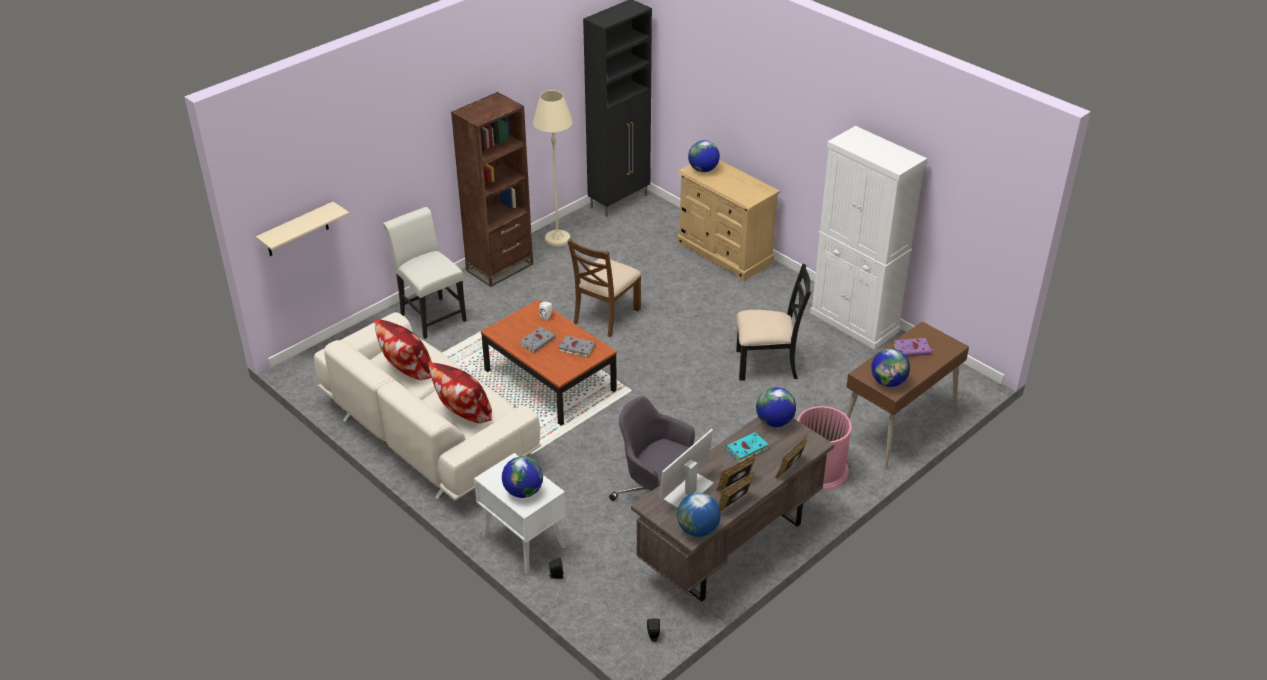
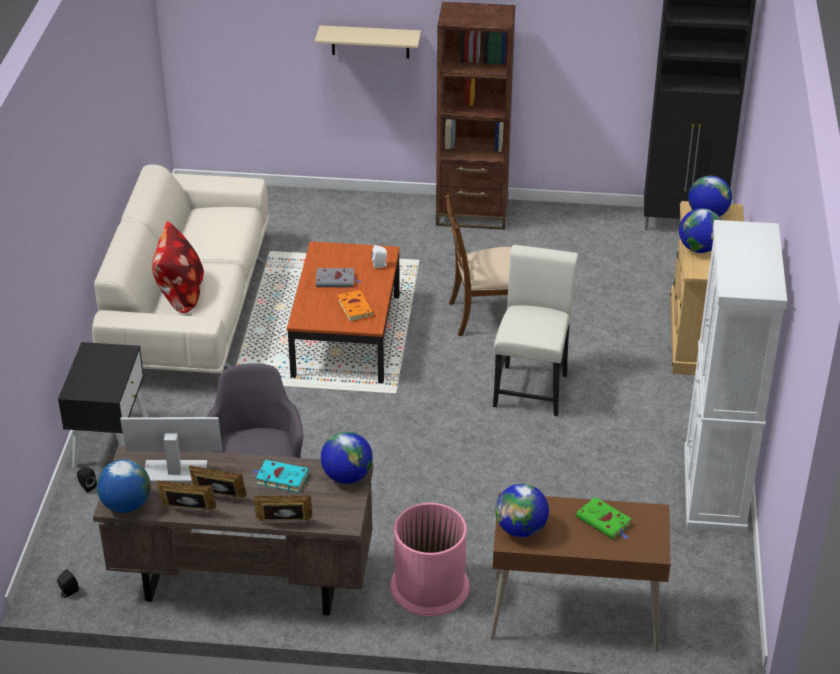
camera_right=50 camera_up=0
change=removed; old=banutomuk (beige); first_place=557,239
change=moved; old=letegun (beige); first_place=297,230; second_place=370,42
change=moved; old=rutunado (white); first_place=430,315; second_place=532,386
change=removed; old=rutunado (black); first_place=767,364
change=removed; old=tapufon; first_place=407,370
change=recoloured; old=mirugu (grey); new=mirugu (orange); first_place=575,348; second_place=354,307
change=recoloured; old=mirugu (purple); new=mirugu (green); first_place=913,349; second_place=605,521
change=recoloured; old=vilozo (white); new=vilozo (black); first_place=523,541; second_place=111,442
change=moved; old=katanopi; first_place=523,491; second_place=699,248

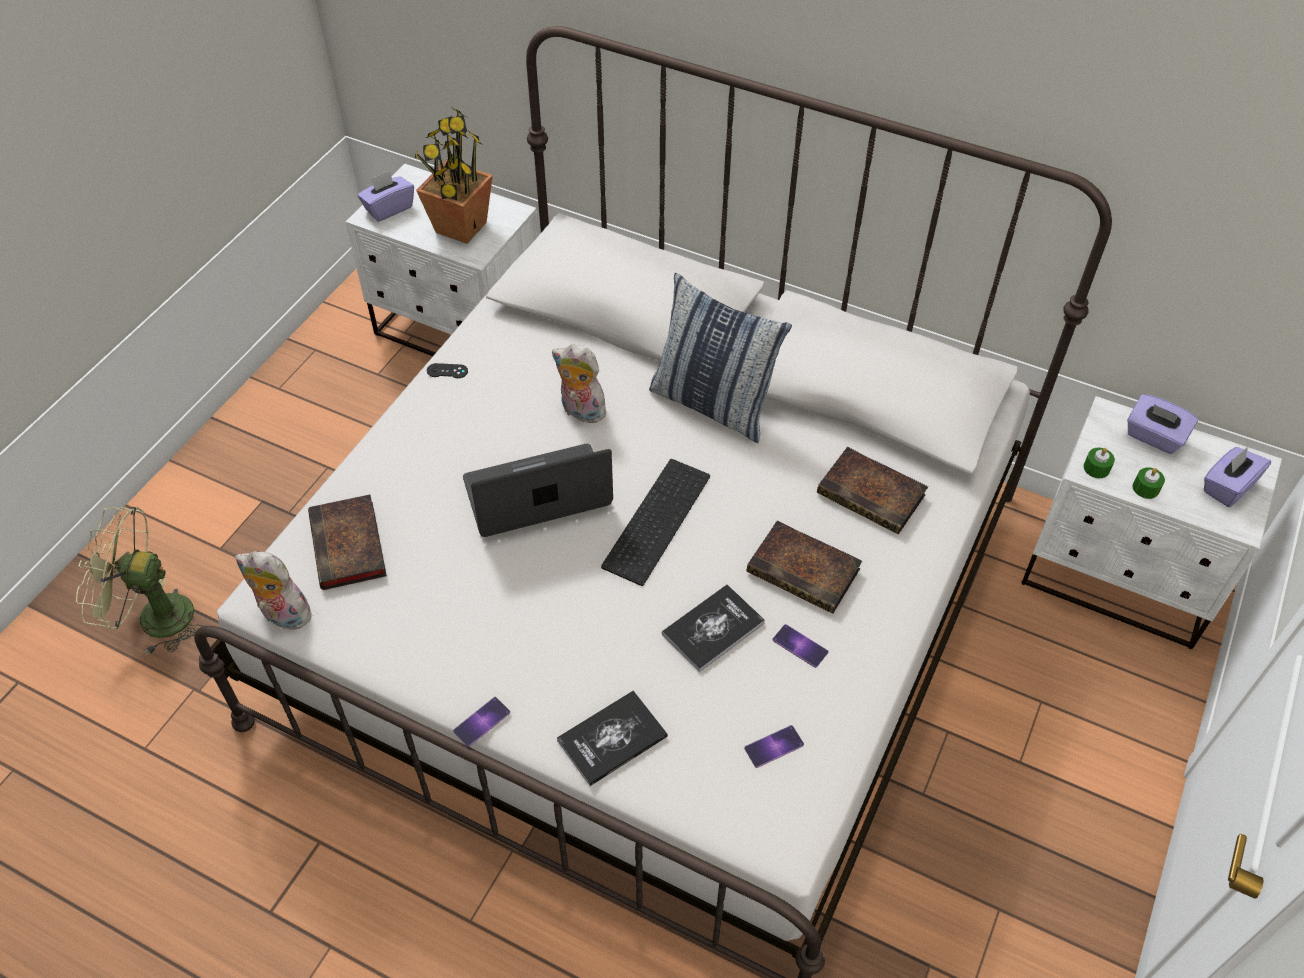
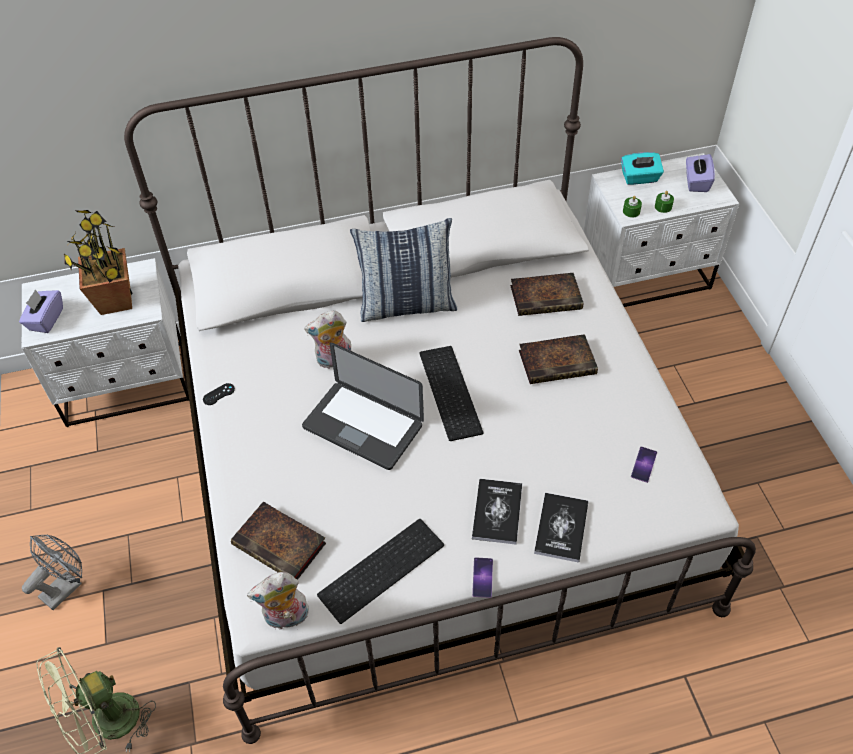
camera_right=-40 camera_up=0
change=recoloured; old=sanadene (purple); new=sanadene (turquoise); first_place=1153,437; second_place=639,178
change=turned; old=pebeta; first_place=537,493; second_place=363,426; degrees=-90
change=moved; old=mirugu; first_place=713,628; second_place=497,512
change=removed; old=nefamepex; first_place=800,646
change=added; new=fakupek; second_place=381,567
change=added; new=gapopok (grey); second_place=65,586

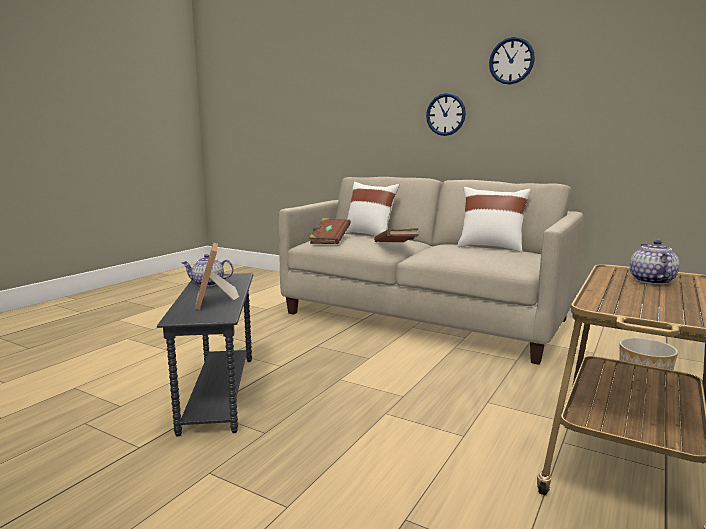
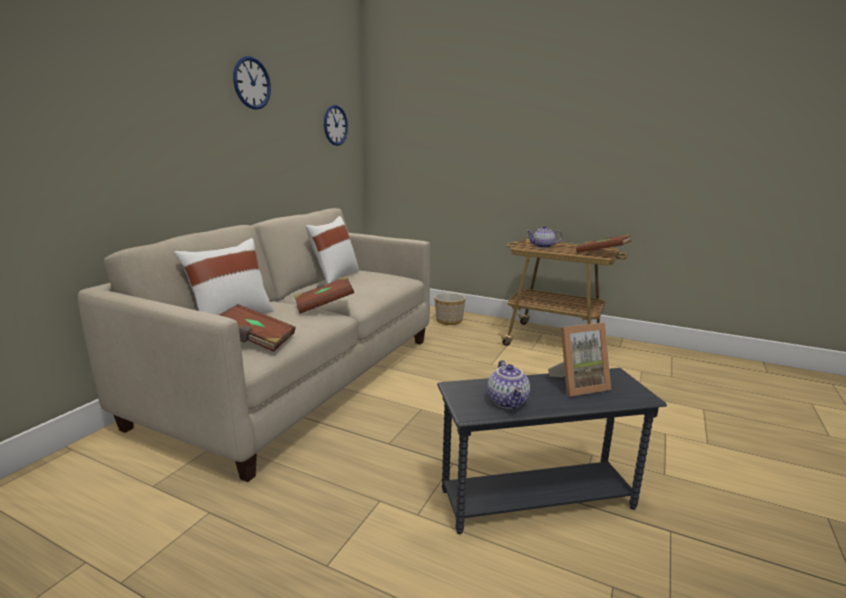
camera_right=-95 camera_up=5
change=moved; old=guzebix; first_place=445,114; second_place=335,125
change=added; new=mirugu (brown); second_place=602,253

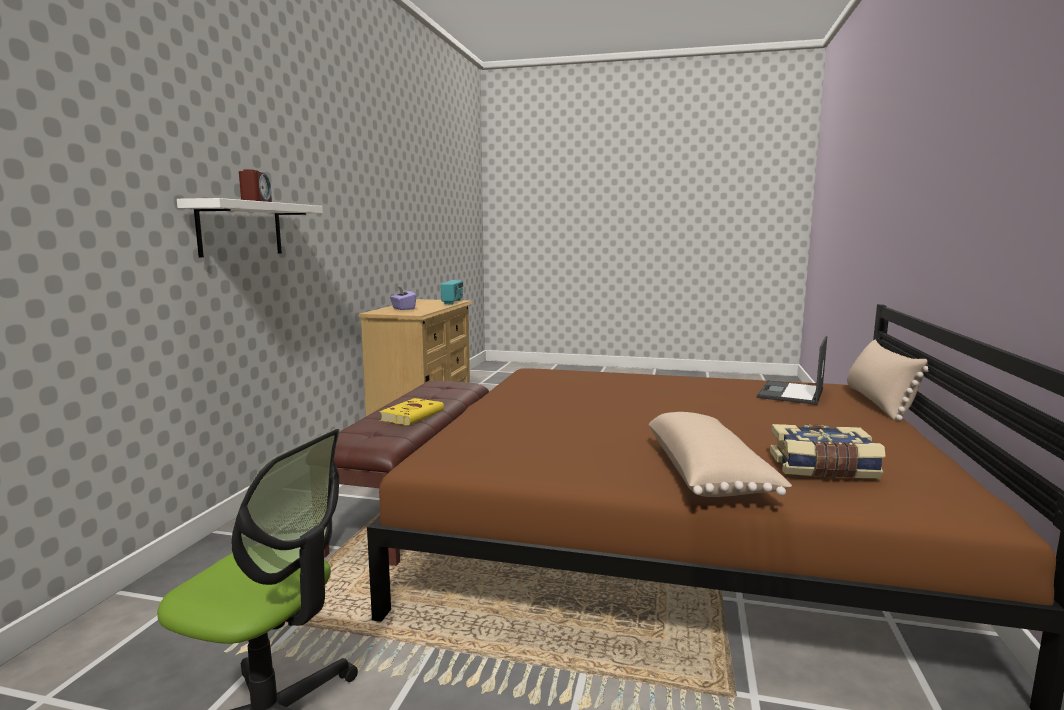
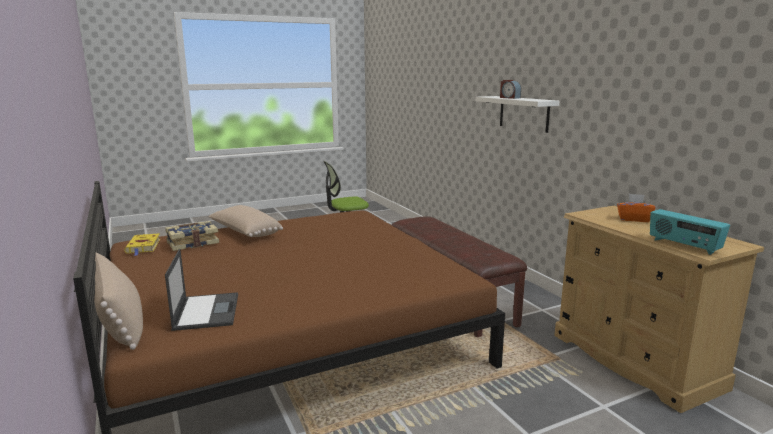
camera_right=140 camera_up=5
change=recoloured; old=sanadene (purple); new=sanadene (orange); first_place=403,308; second_place=633,219
change=moved; old=mirugu (yellow); first_place=413,415; second_place=143,246

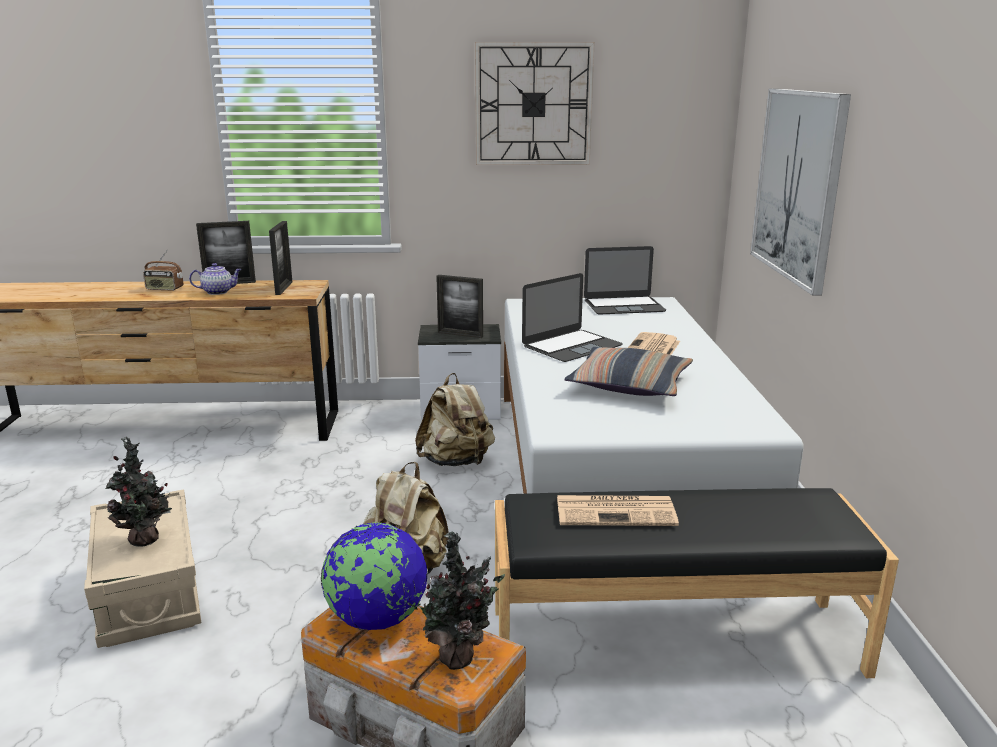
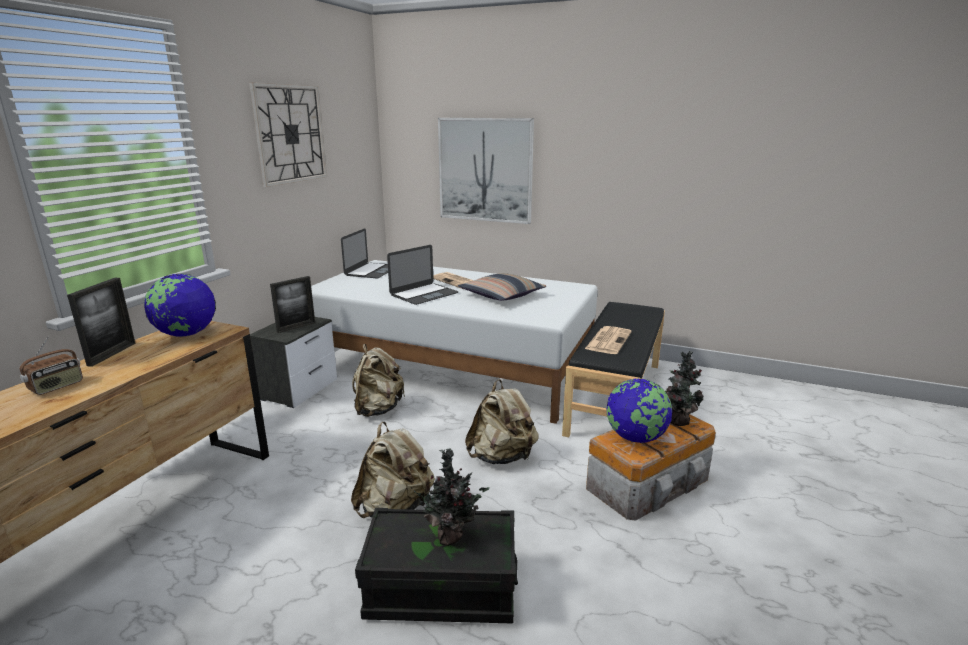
camera_right=-65 camera_up=0
change=replaced; old=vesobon; new=katanopi; first_place=284,288; second_place=186,334
change=removed; old=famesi; first_place=218,292
change=turned; old=pebeta; first_place=572,346; second_place=424,294; degrees=60
change=recoloured; old=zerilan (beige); new=zerilan (black); first_place=149,592; second_place=441,589
change=added; new=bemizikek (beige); second_place=395,508

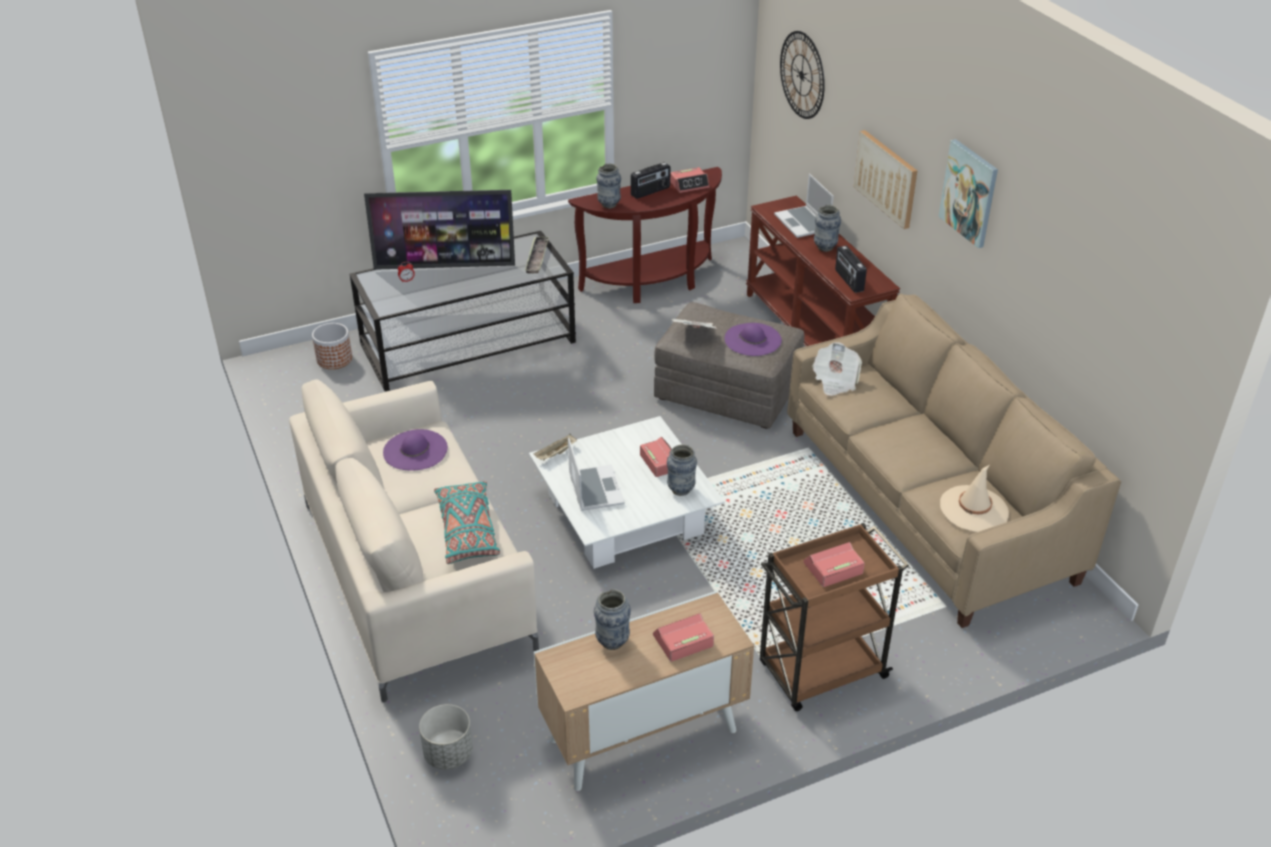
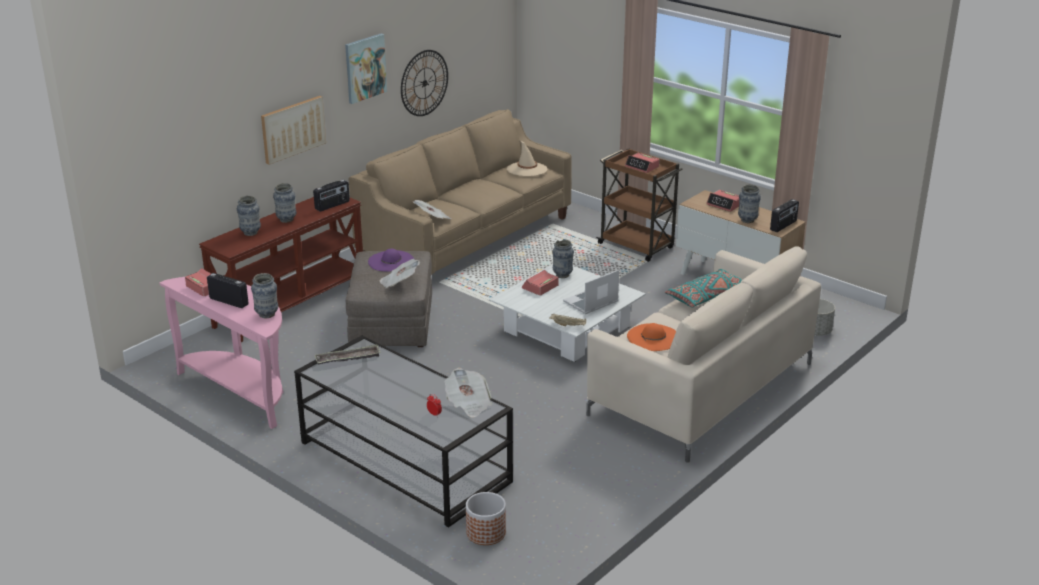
camera_right=-115 camera_up=-10
change=moved; old=guzebix; first_place=802,75; second_place=424,83
change=recoloured; old=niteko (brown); new=niteko (pink); first_place=653,283; second_place=241,391
change=replaced; old=pebeta; new=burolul; first_place=803,223; second_place=250,233
change=removed; old=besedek; first_place=445,266
change=recoloured; old=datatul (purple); new=datatul (orange); first_place=415,450; second_place=653,337
change=added; new=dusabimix; second_place=783,225
change=added; new=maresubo; second_place=468,404

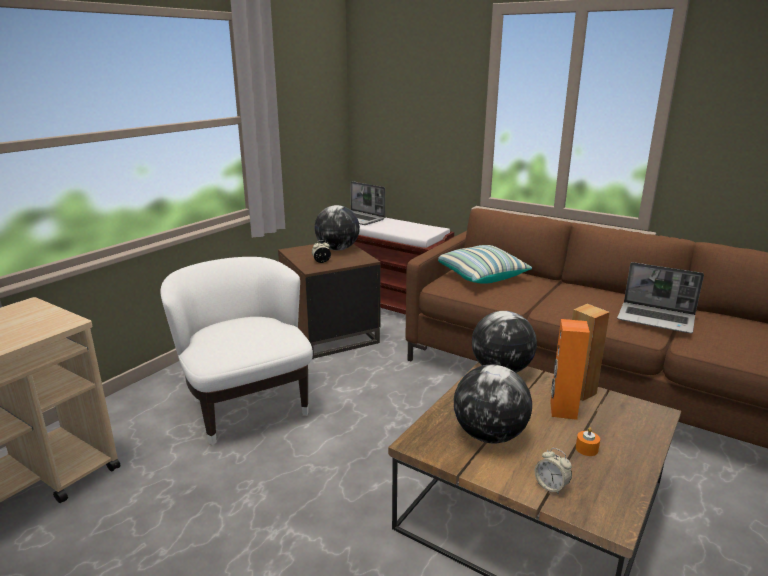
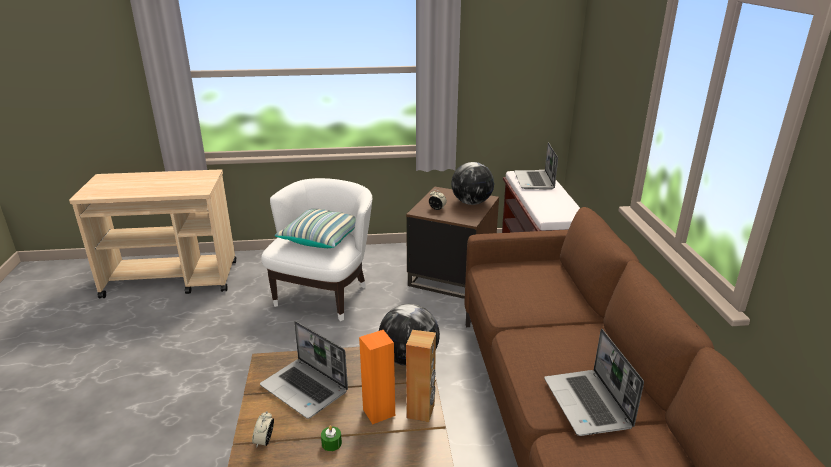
camera_right=50 camera_up=5
change=moved; old=tapufon; first_place=480,276; second_place=321,238
change=replaced; old=katanopi; new=pebeta; first_place=489,435; second_place=305,389
change=recoloured; old=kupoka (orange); new=kupoka (green); first_place=586,449; second_place=331,443

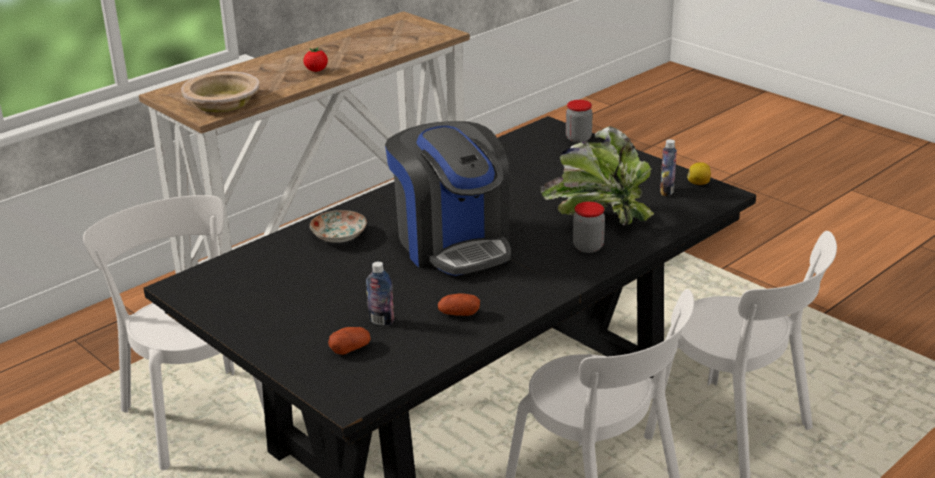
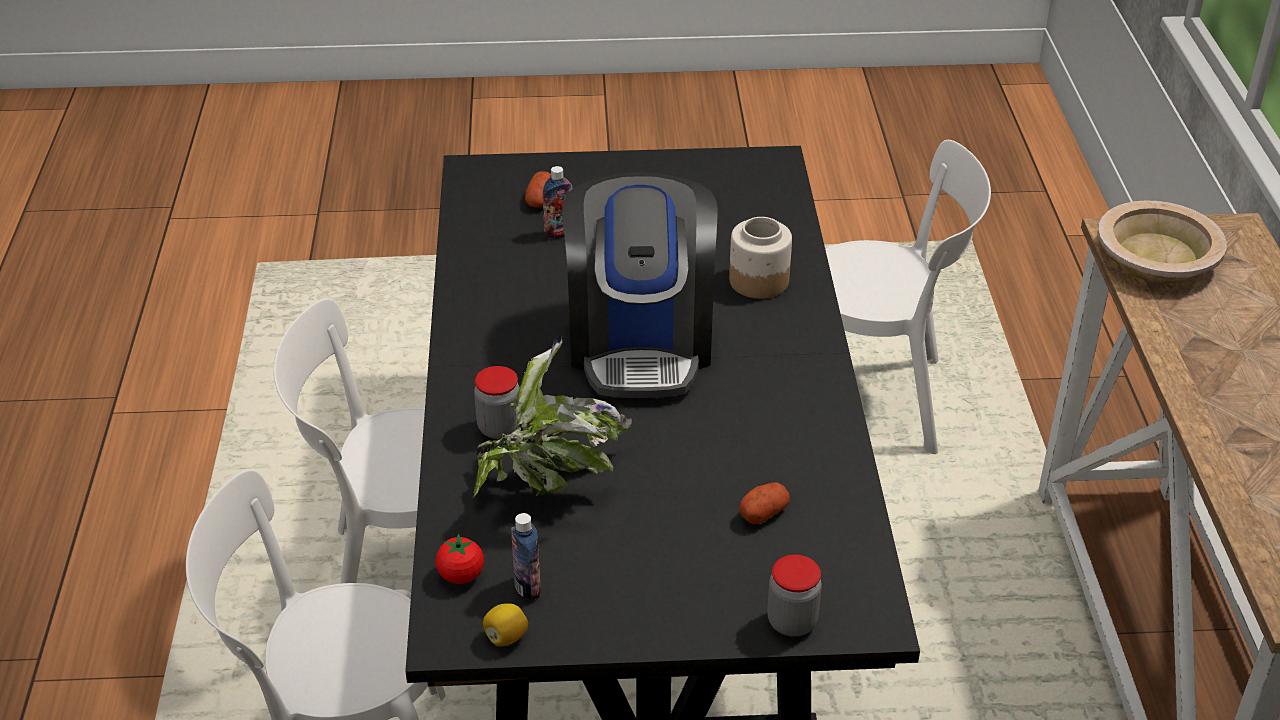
camera_right=130 camera_up=10
change=moved; old=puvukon; first_place=316,70; second_place=461,575
change=turned; old=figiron; first_place=453,243; second_place=640,342; degrees=-105
change=replaced; old=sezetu; new=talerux; first_place=340,236; second_place=758,281
change=moved; old=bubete; first_place=459,314; second_place=763,513

